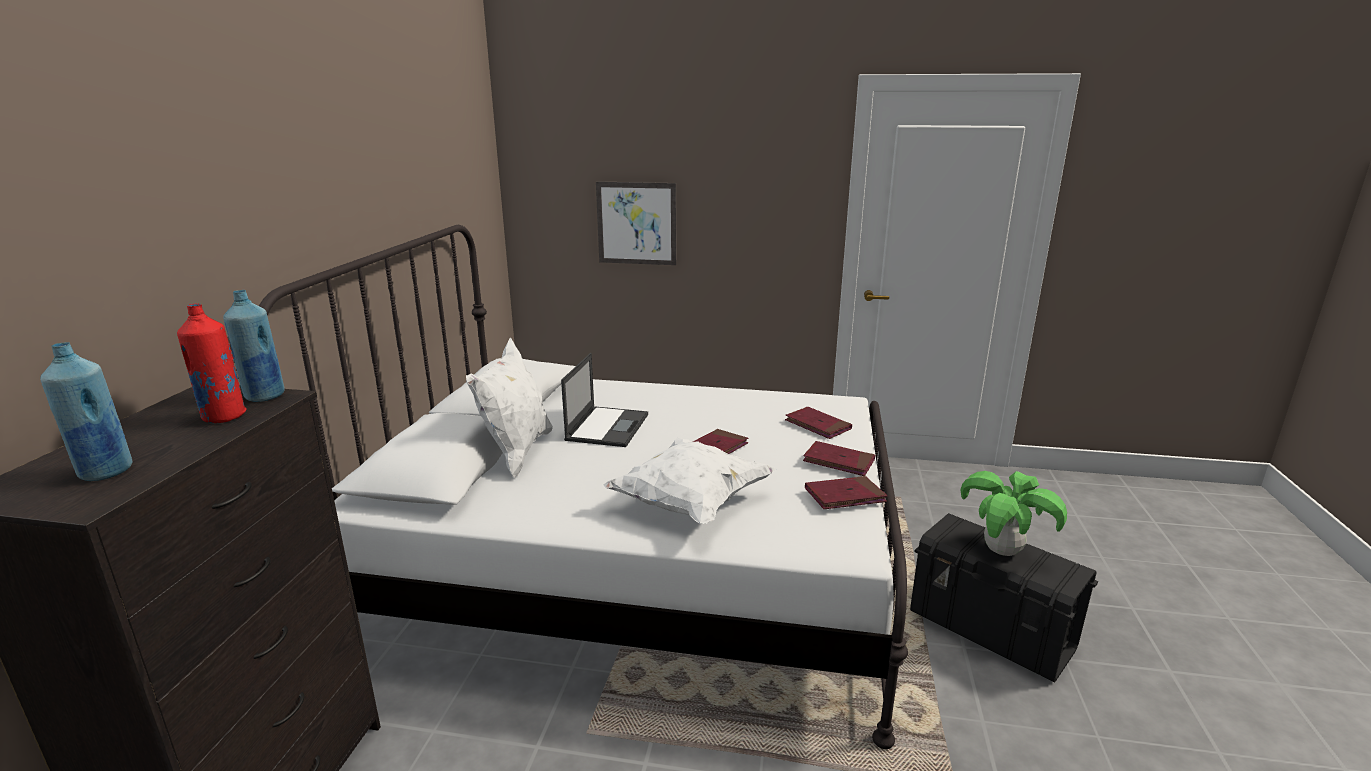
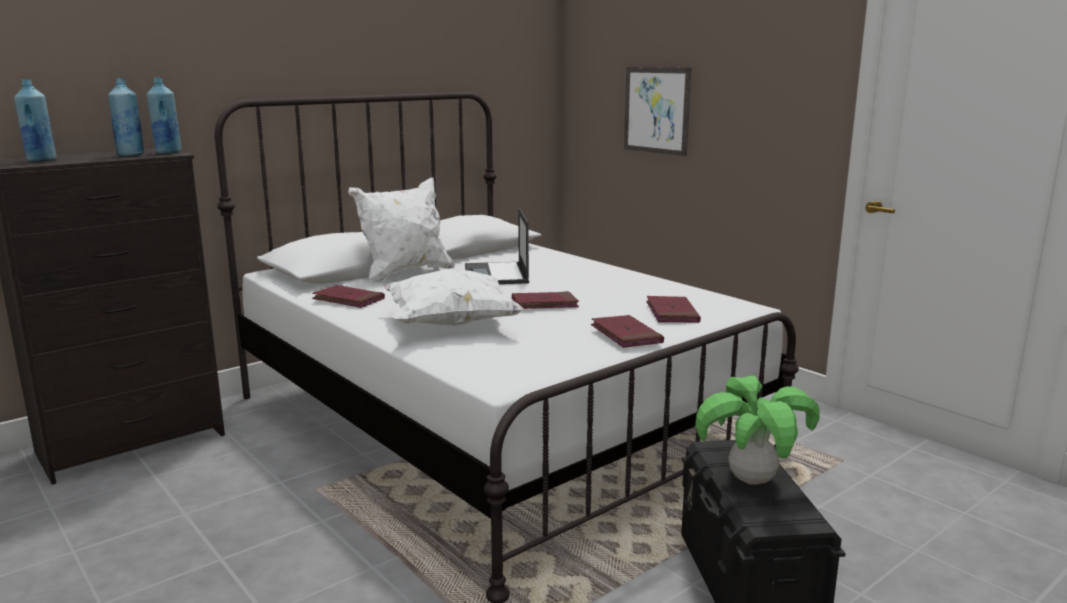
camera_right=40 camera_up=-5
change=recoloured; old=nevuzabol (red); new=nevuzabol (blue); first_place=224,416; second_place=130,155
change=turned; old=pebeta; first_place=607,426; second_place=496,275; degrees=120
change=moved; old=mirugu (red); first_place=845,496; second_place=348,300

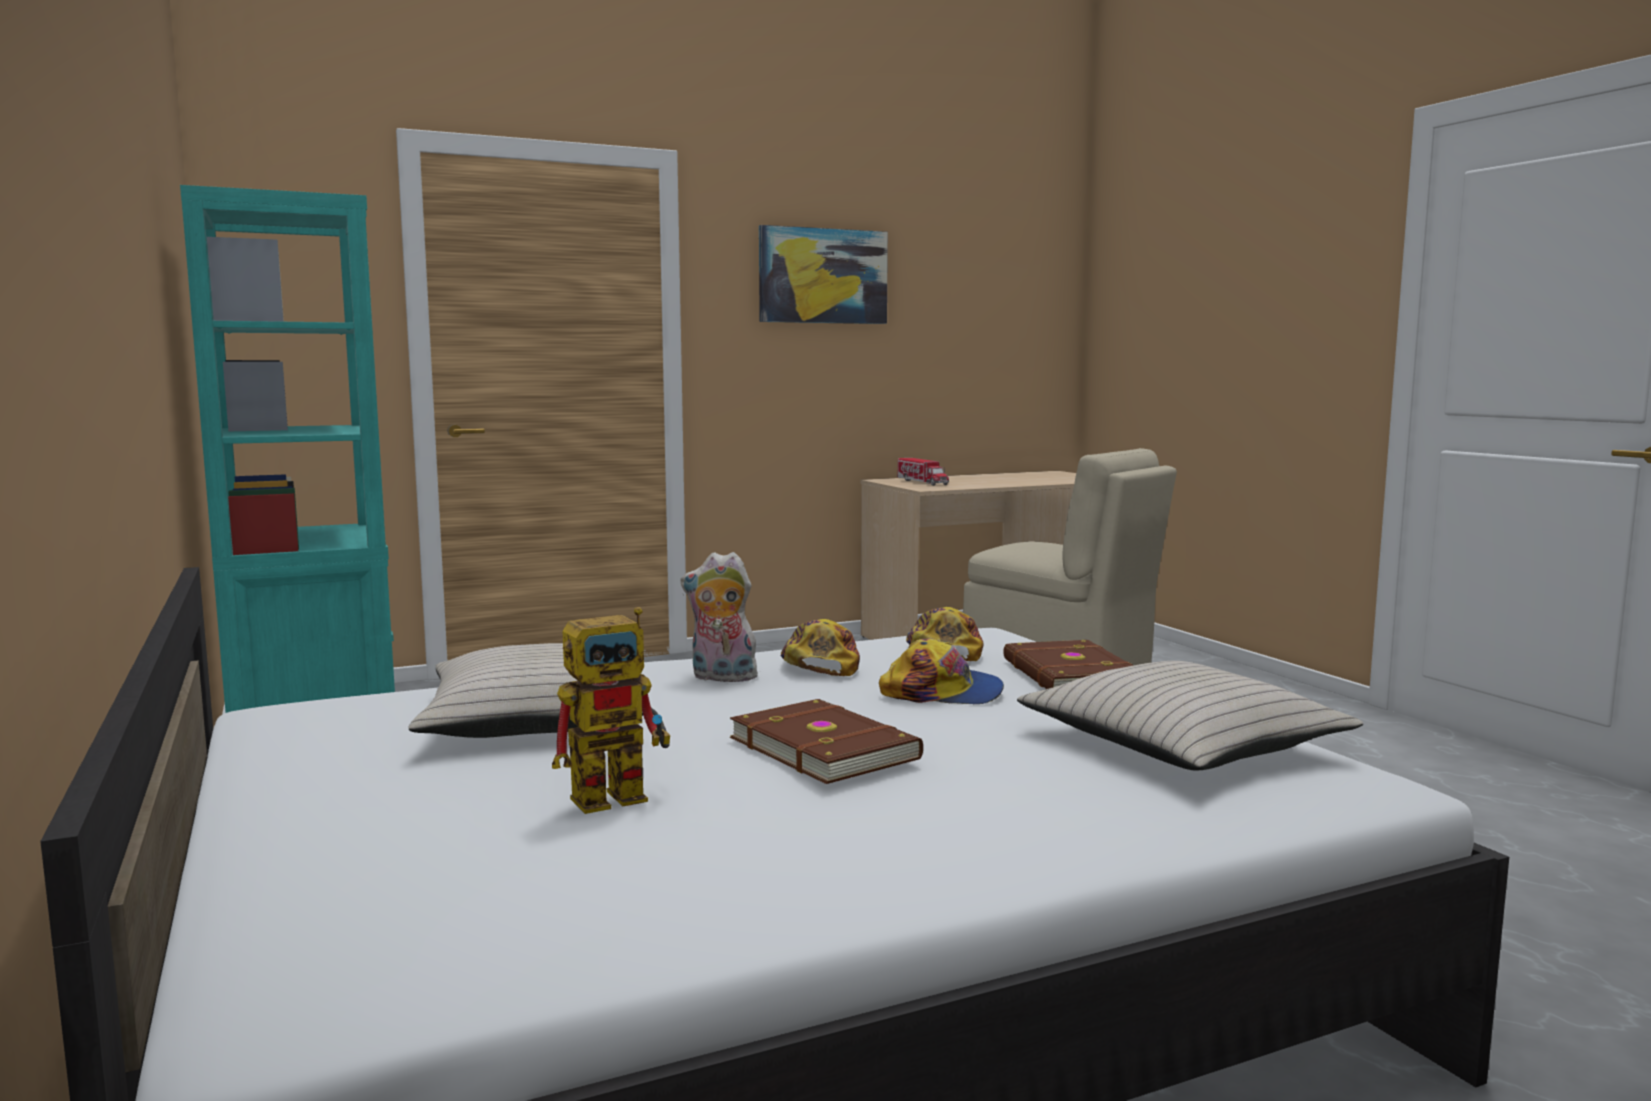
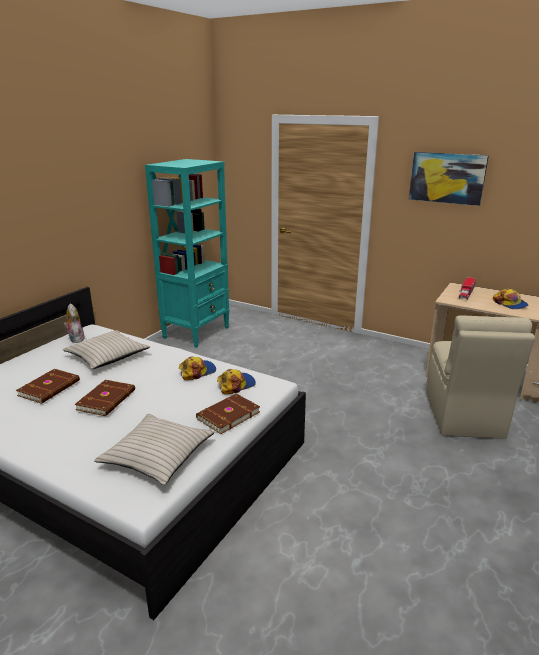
camera_right=55 camera_up=15
change=moved; old=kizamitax; first_place=721,678; second_place=75,339
change=replaced; old=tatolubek; new=mirugu (brown); first_place=622,794; second_place=50,388
change=moved; old=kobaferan; first_place=943,692; second_place=510,304

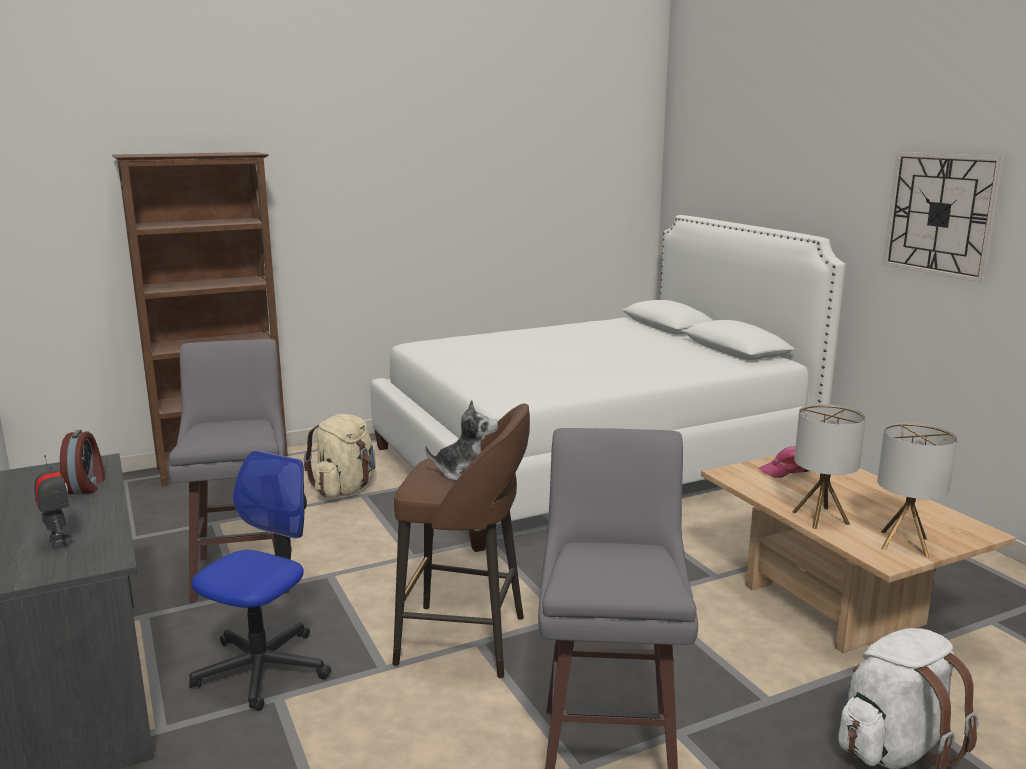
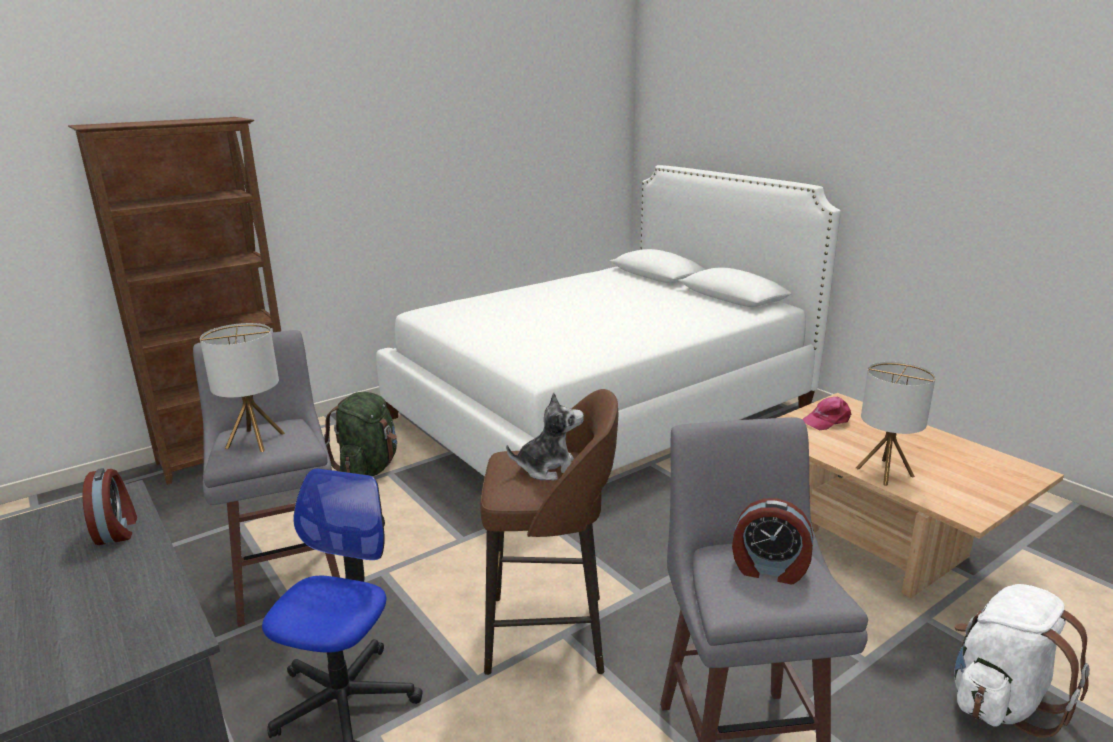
camera_right=-10 camera_up=5
change=removed; old=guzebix; first_place=940,214
change=recoloured; old=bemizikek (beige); new=bemizikek (green); first_place=345,489; second_place=368,468
change=moved; old=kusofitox; first_place=904,543; second_place=255,440
change=removed; old=tatolubek; first_place=59,542
change=added; new=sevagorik; second_place=769,570

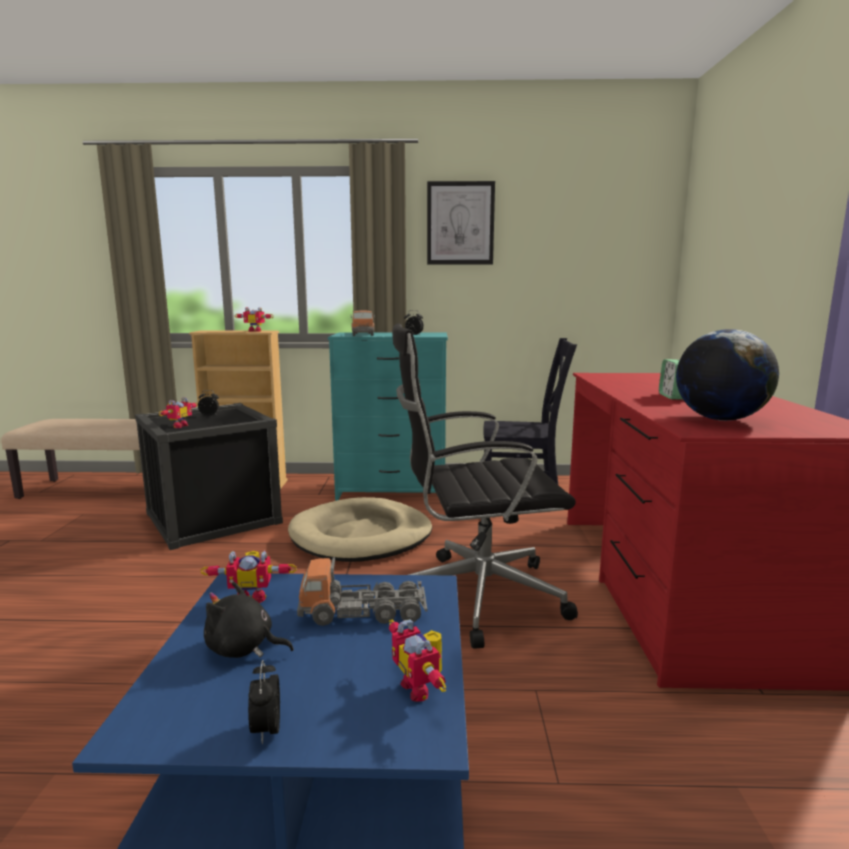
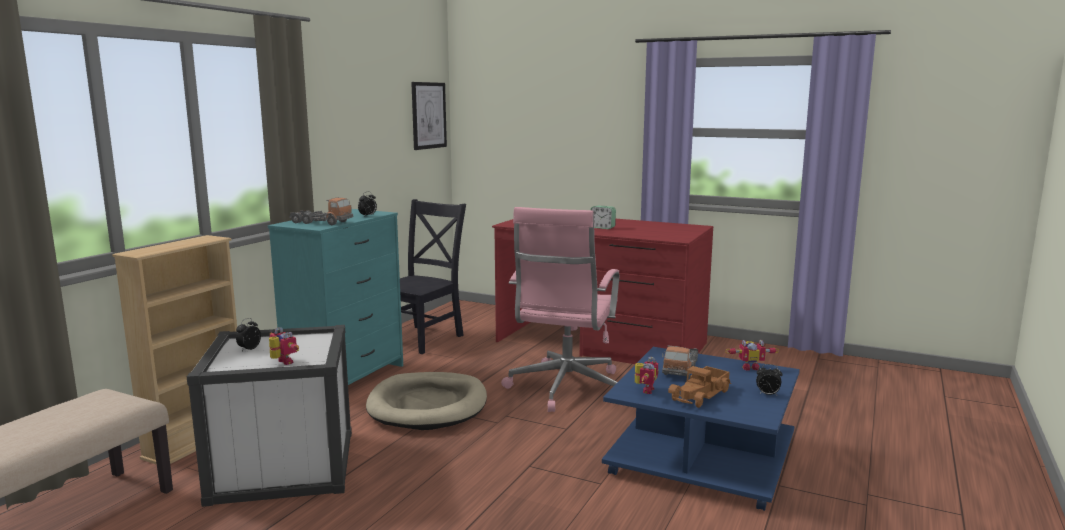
camera_right=-65 camera_up=0
change=moved; old=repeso; first_place=460,223; second_place=428,115
change=removed; old=tatolubek; first_place=256,331
change=recoloured; old=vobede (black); new=vobede (pink); first_place=475,595; second_place=565,389
change=removed; old=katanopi; first_place=720,419
change=recoloured; old=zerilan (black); new=zerilan (white); first_place=213,518; second_place=283,466
change=replaced; old=kizamitax (black); new=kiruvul; first_place=243,648; second_place=701,395

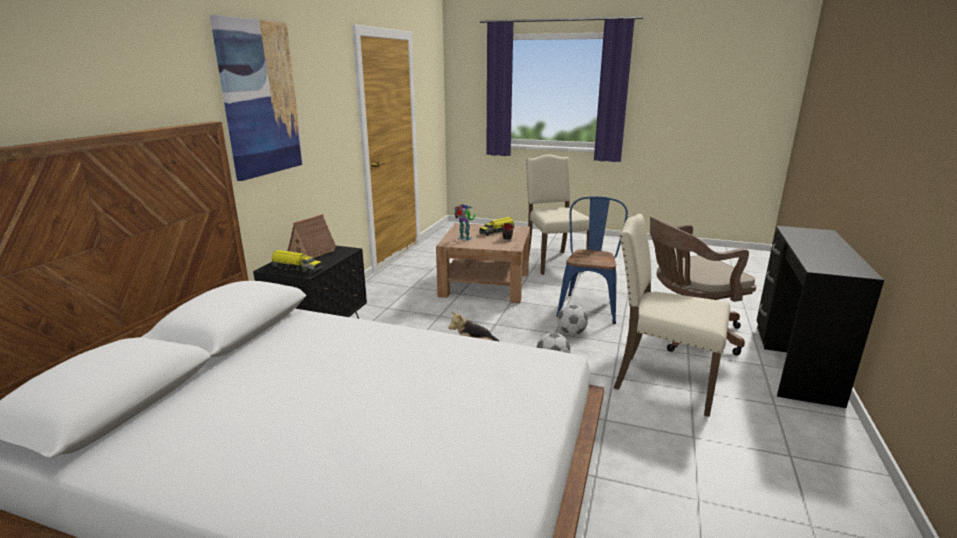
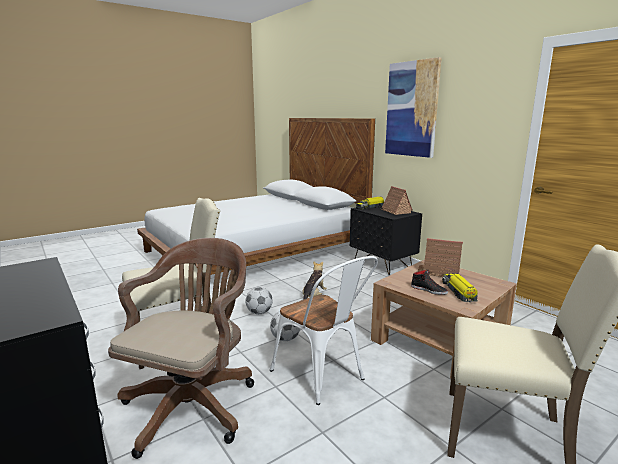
camera_right=125 camera_up=-5
change=recoloured; old=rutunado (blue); new=rutunado (white); first_place=589,306; second_place=323,377
change=replaced; old=tatolubek; new=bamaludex; first_place=465,239; second_place=438,272

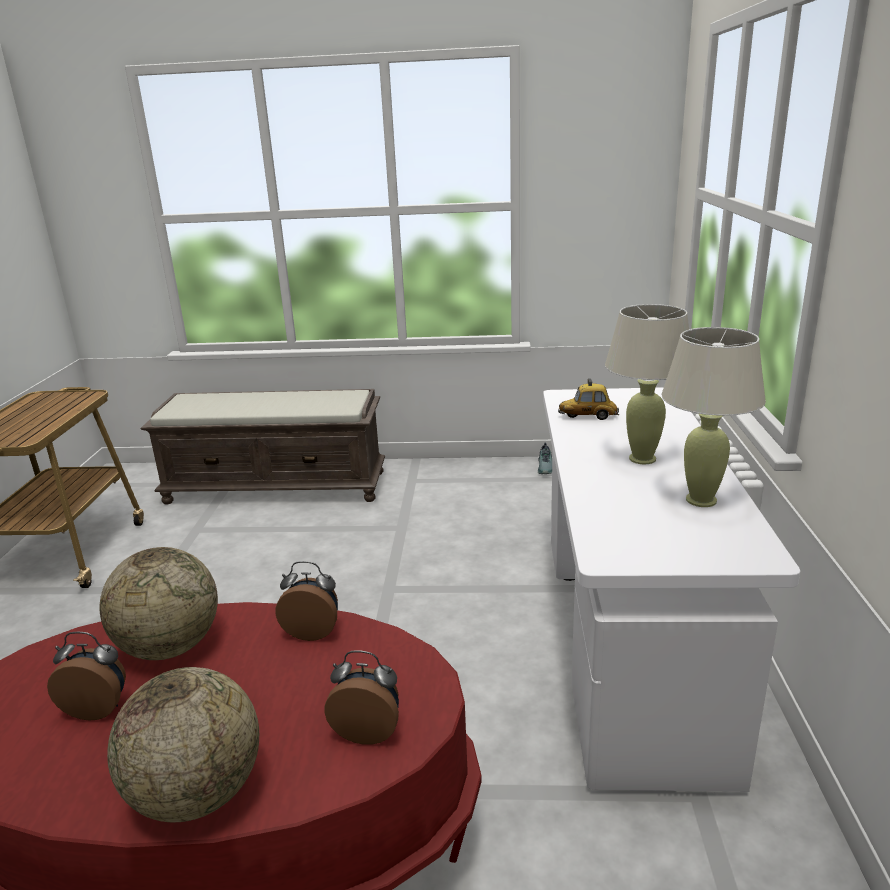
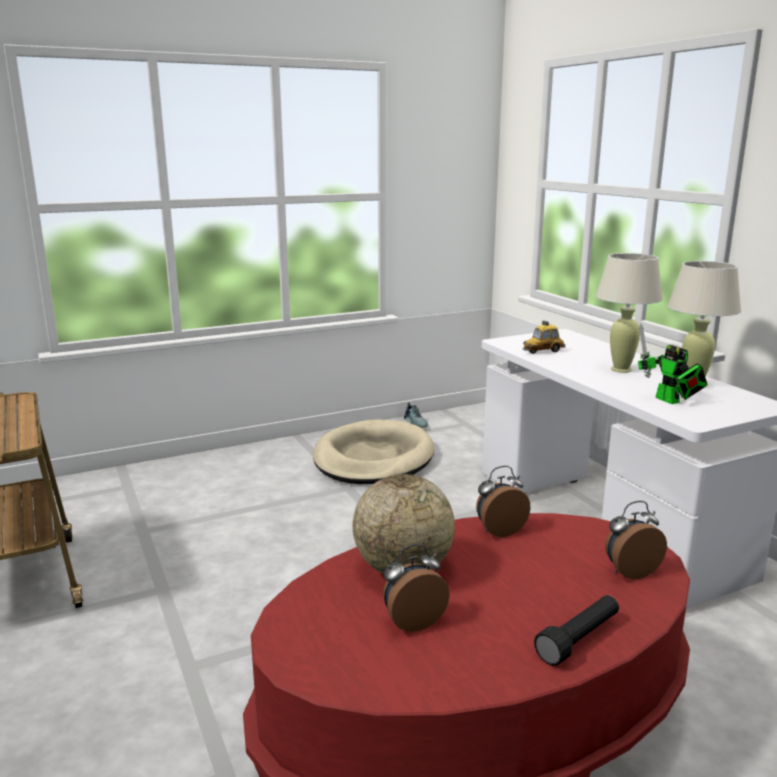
camera_right=-30 camera_up=-5
change=removed; old=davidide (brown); first_place=277,486
change=replaced; old=katanopi; new=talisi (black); first_place=198,793; second_place=579,639
change=added; new=tatolubek; second_place=670,401
change=added; new=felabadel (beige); second_place=373,458

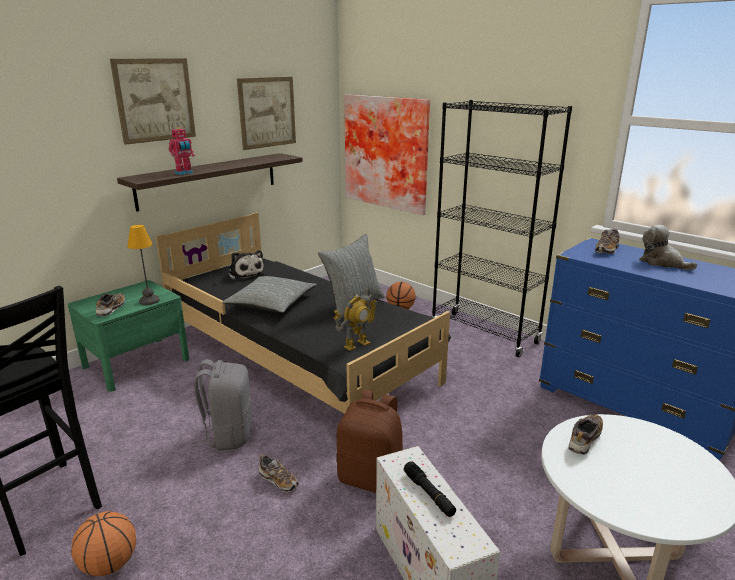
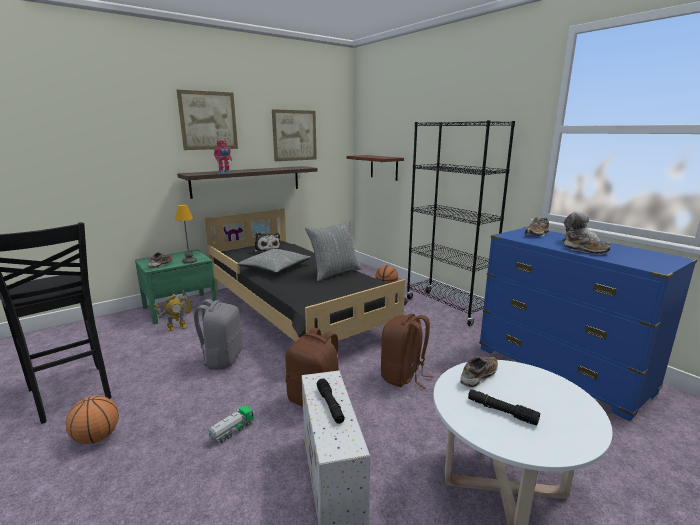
camera_right=10 camera_up=-5
change=replaced; old=repeso; new=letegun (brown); first_place=387,152; second_place=384,167
change=moved; old=tatolubek; first_place=356,345; second_place=177,328
change=moved; old=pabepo; first_place=278,480; second_place=585,251
change=added; new=bemizikek (brown); second_place=404,376
change=added; new=talisi (black); second_place=501,411
change=added; new=kiruvul; second_place=232,431

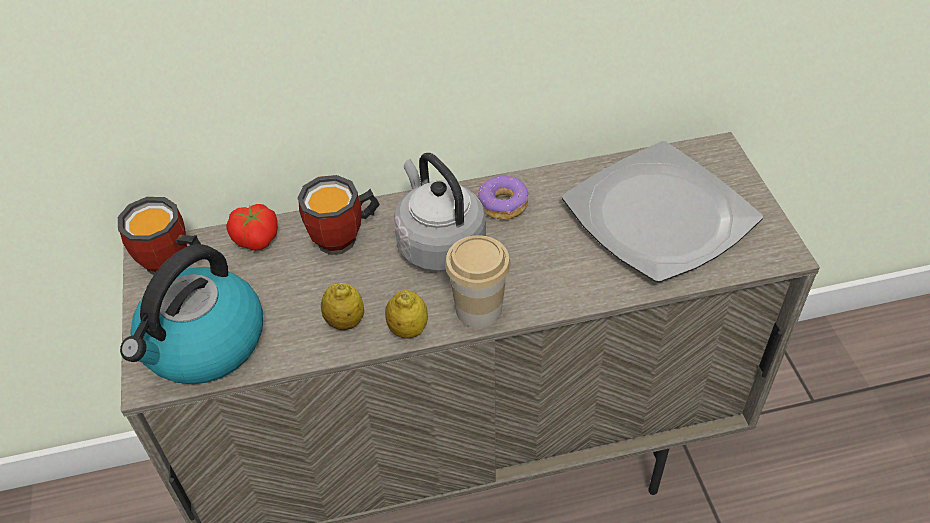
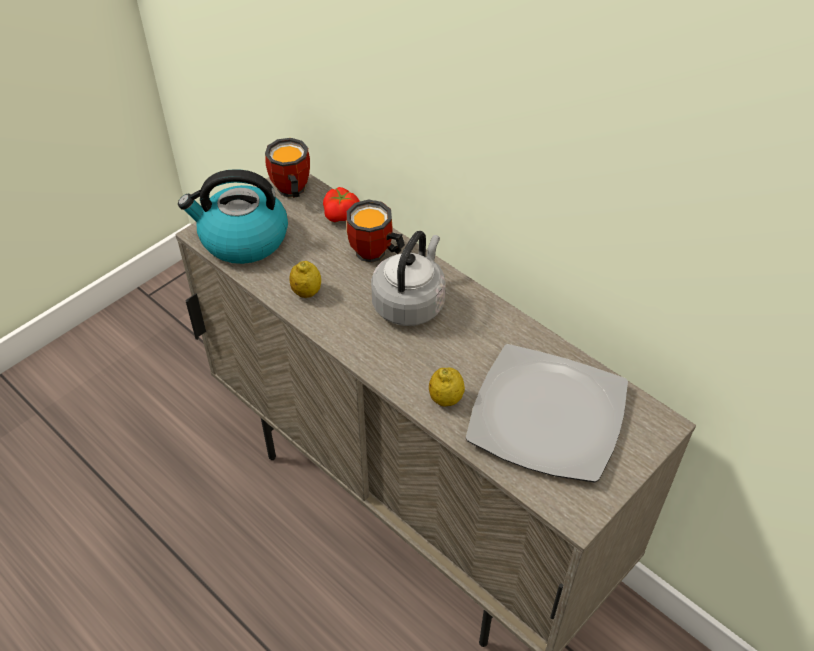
camera_right=55 camera_up=0
change=removed; old=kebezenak; first_place=503,204
change=removed; old=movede; first_place=478,309
change=moved; old=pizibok; first_place=408,329; second_place=446,399

